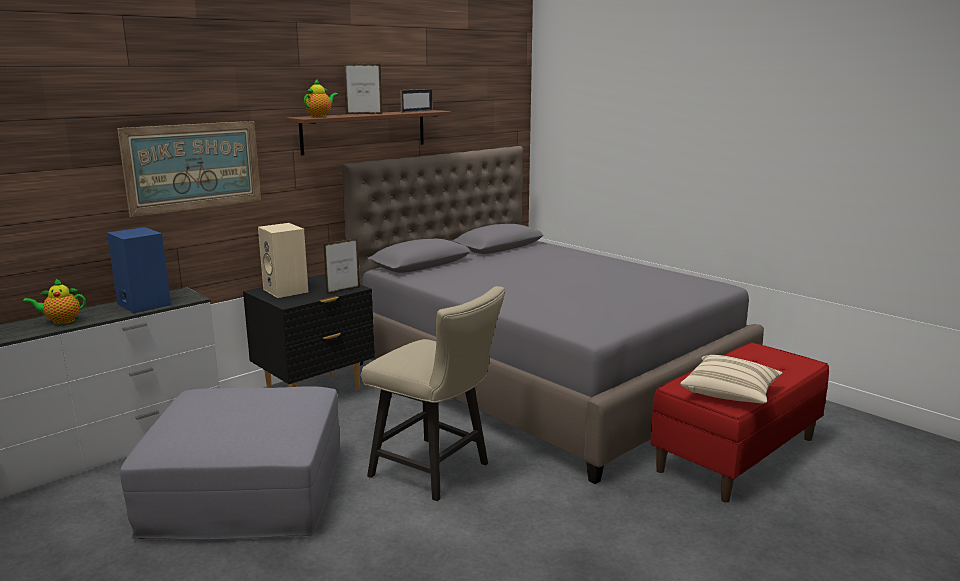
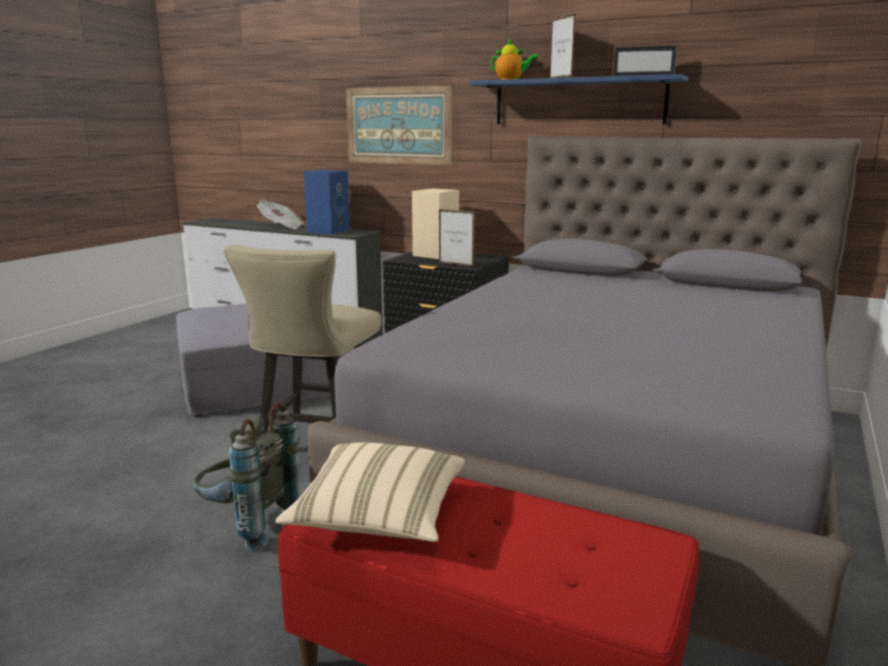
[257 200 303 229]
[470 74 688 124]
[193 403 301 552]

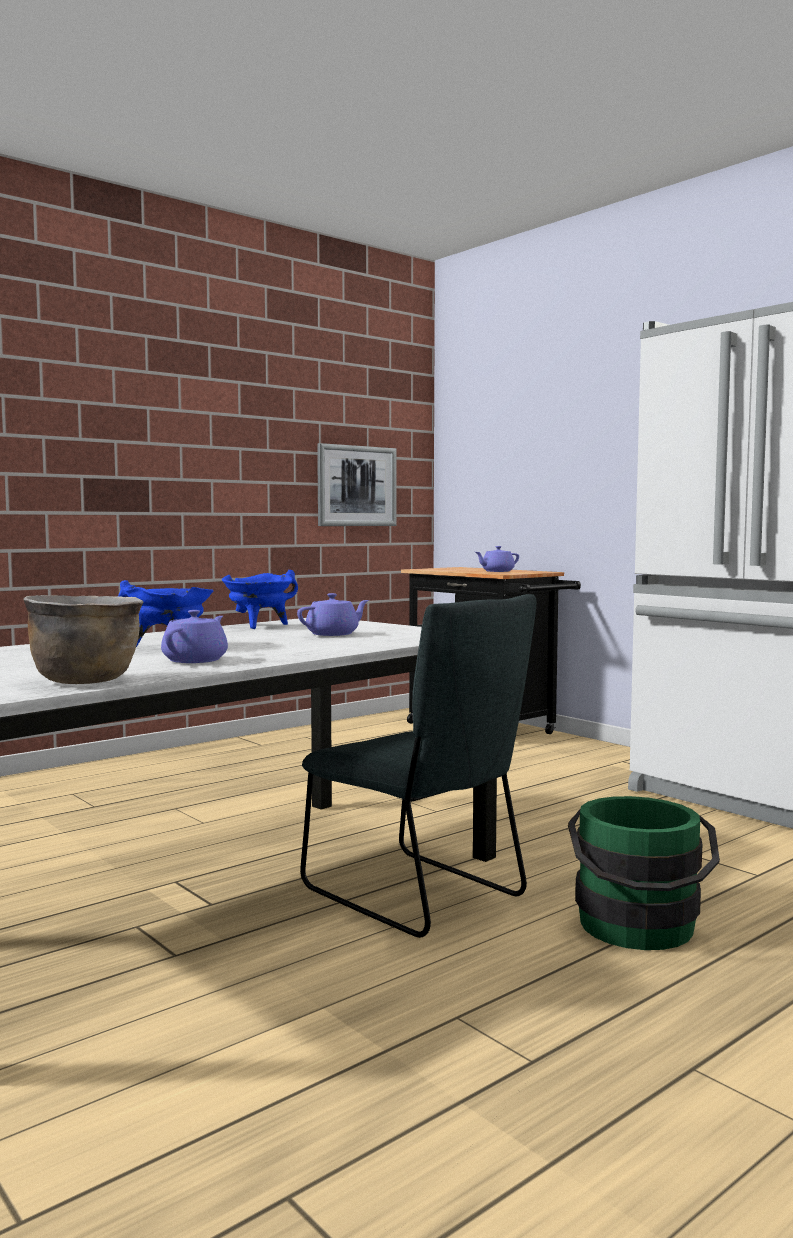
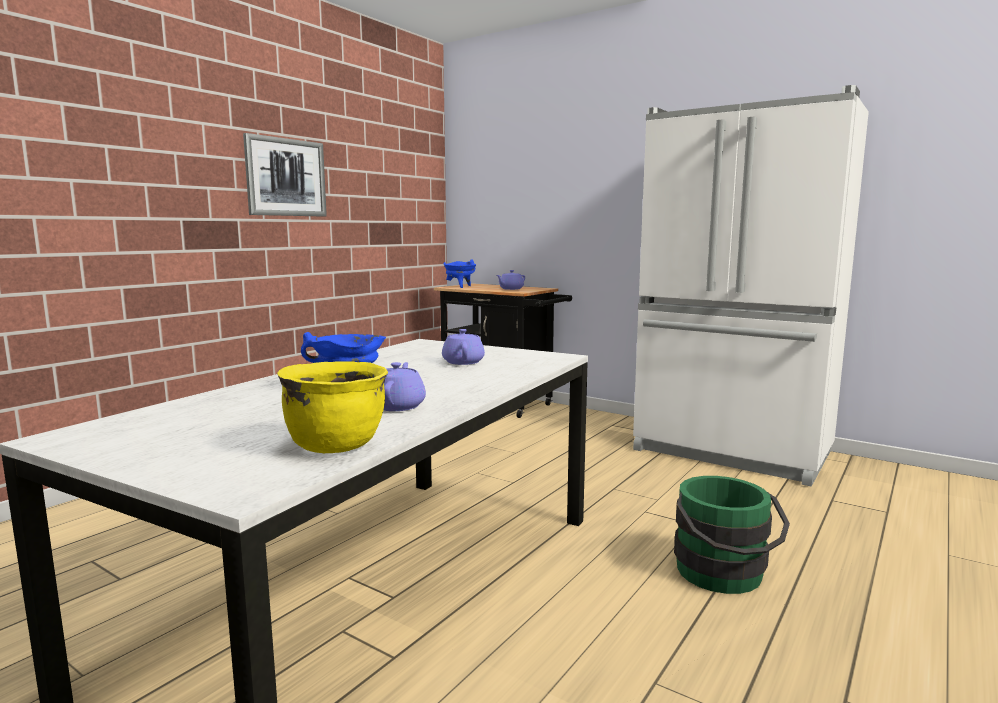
[277 361 388 453]
[443 259 476 288]
[442 329 485 365]
[300 594 536 938] (first image)
[243 133 327 216]

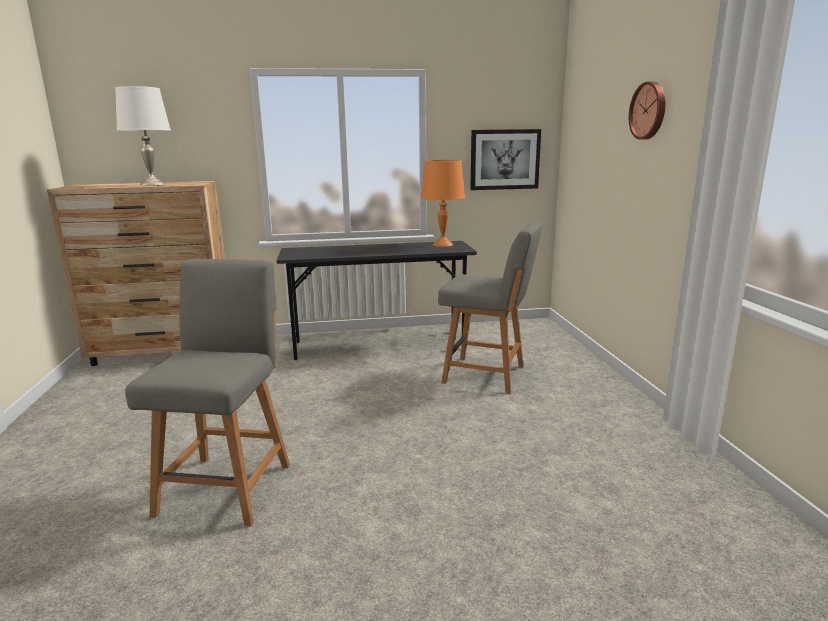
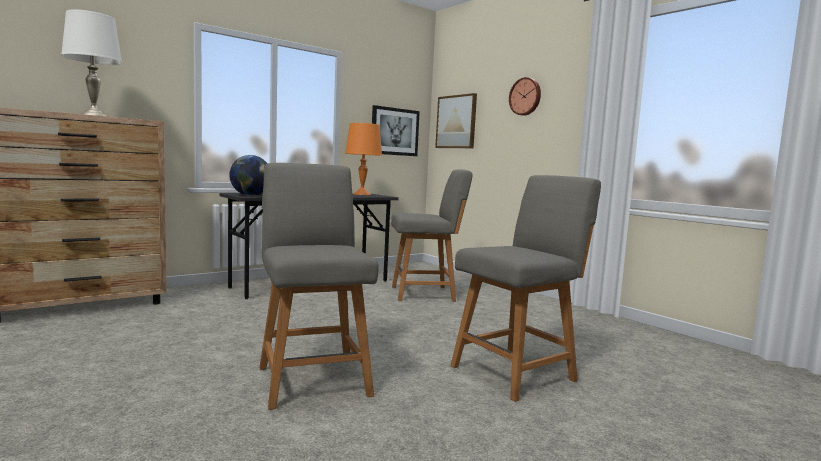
[230 155 268 196]
[435 93 477 148]
[451 175 601 402]

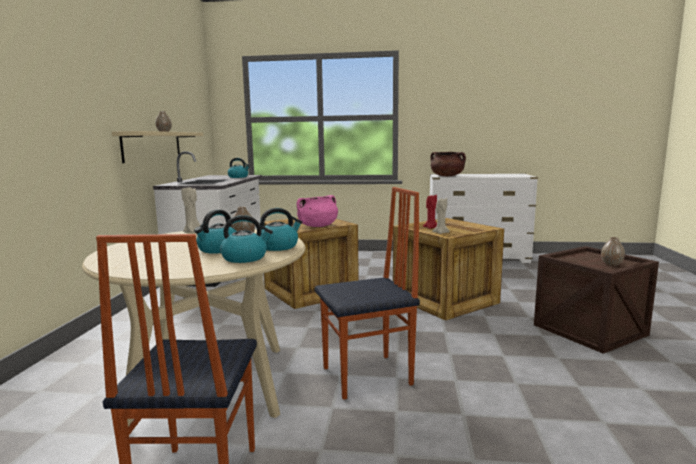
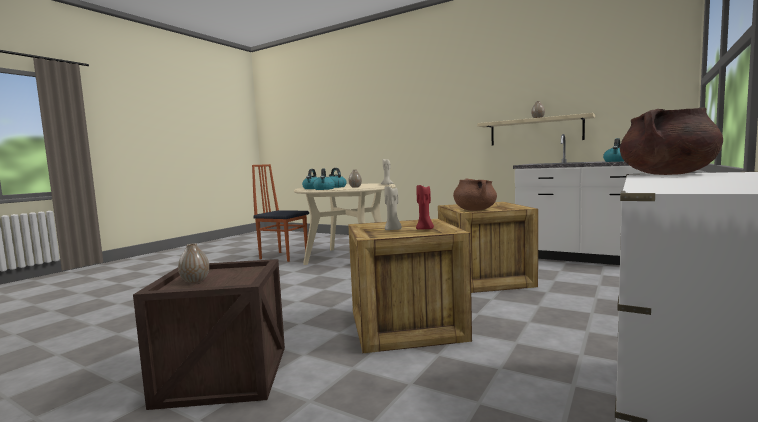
[453 178 497 211]
[315 187 420 400] (first image)

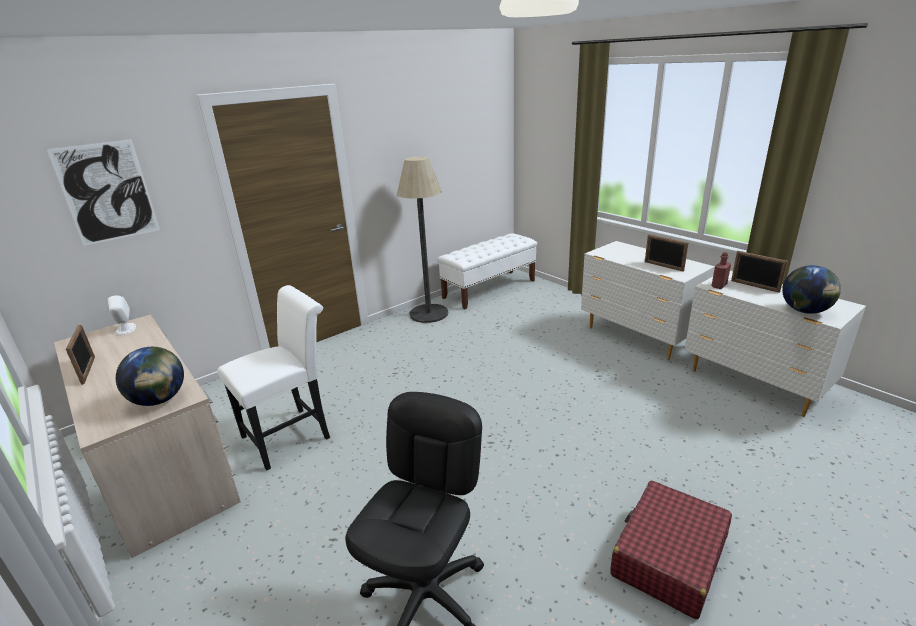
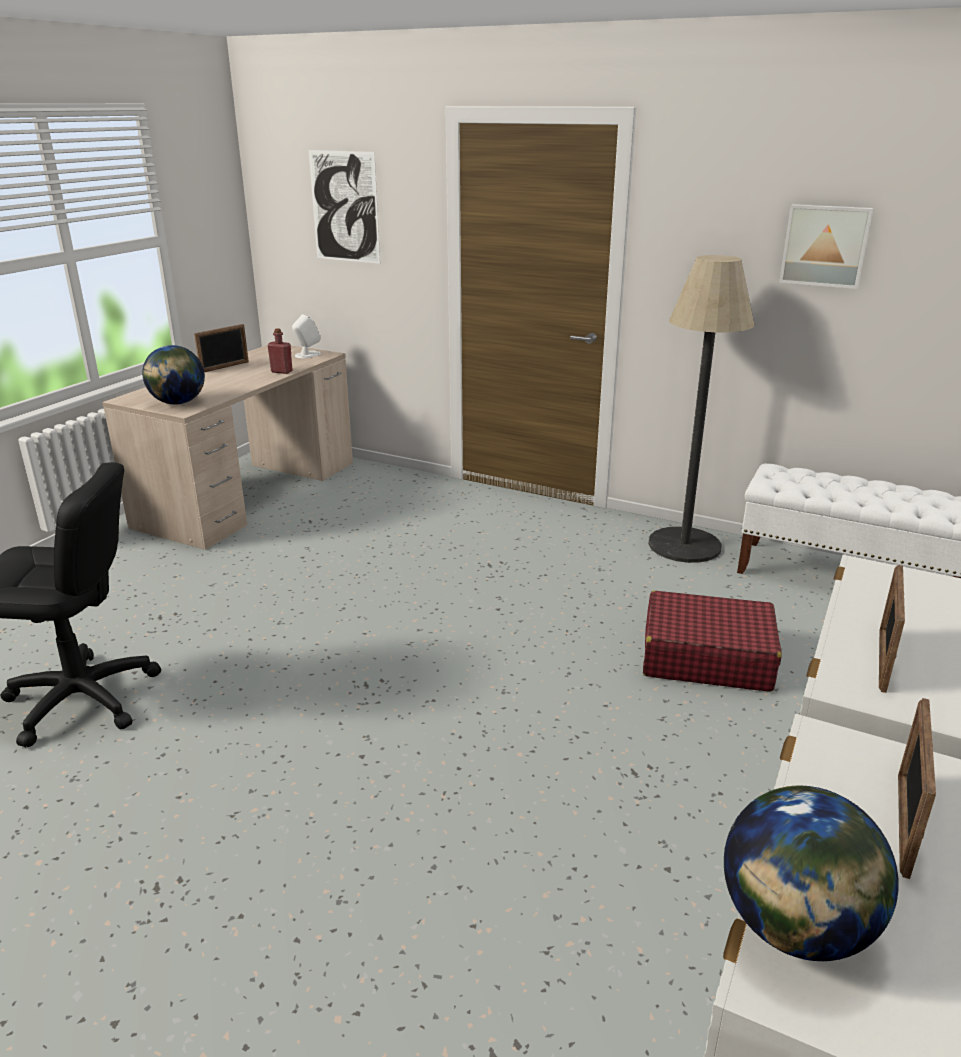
[217 285 330 471] (first image)
[643 591 782 692]
[267 328 293 374]
[779 204 873 289]

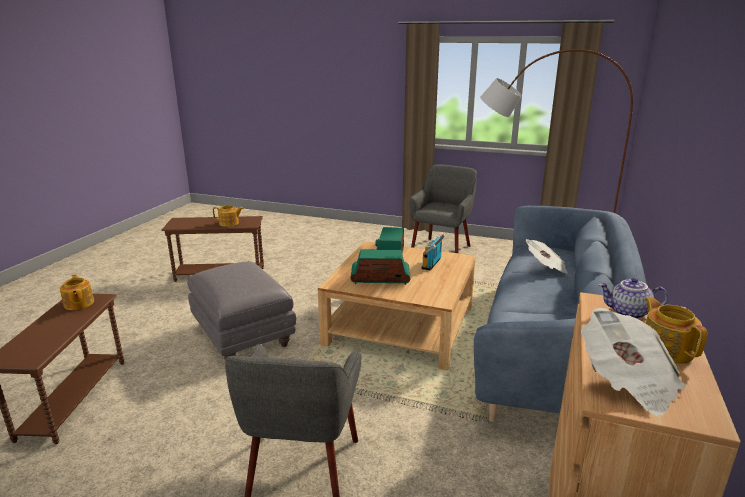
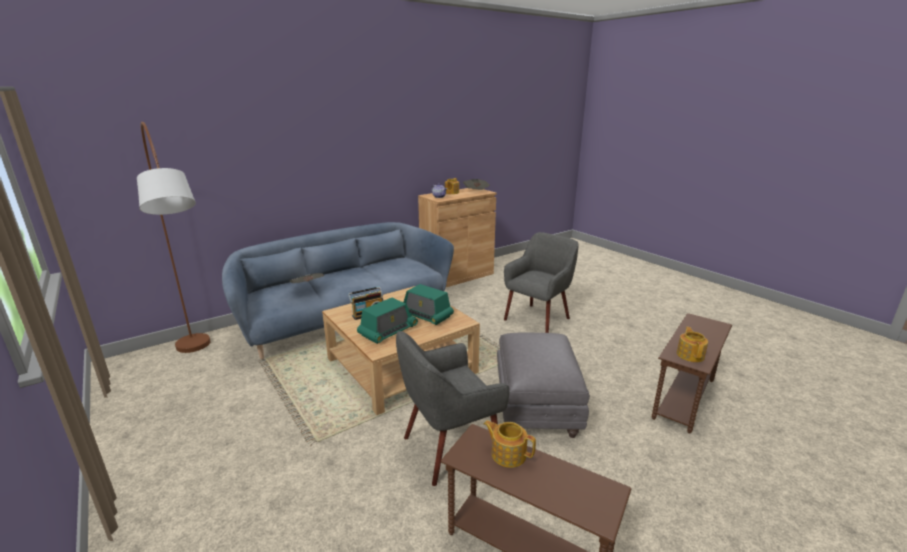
[396 331 509 486]

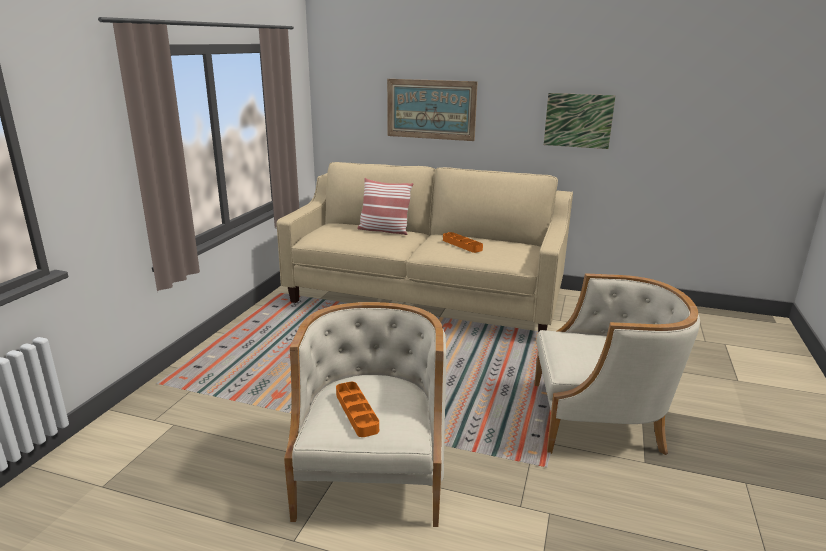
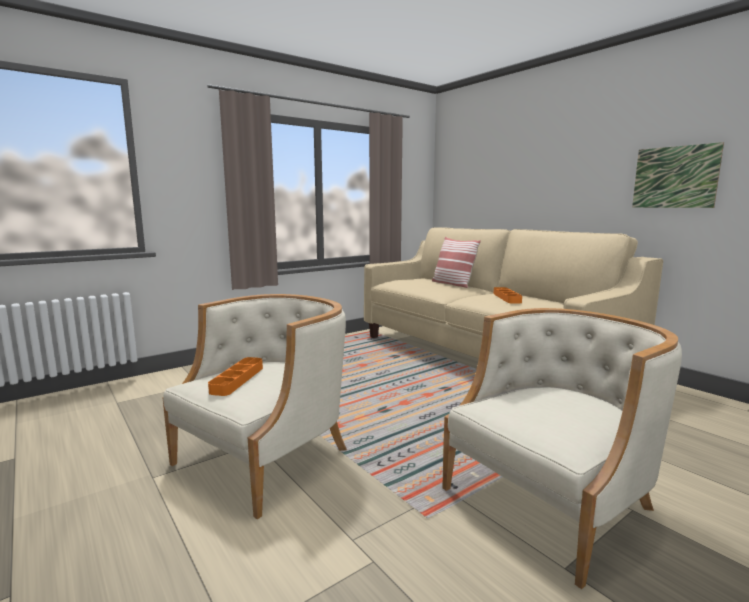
[387 79 478 141] (first image)
[442 308 682 589]

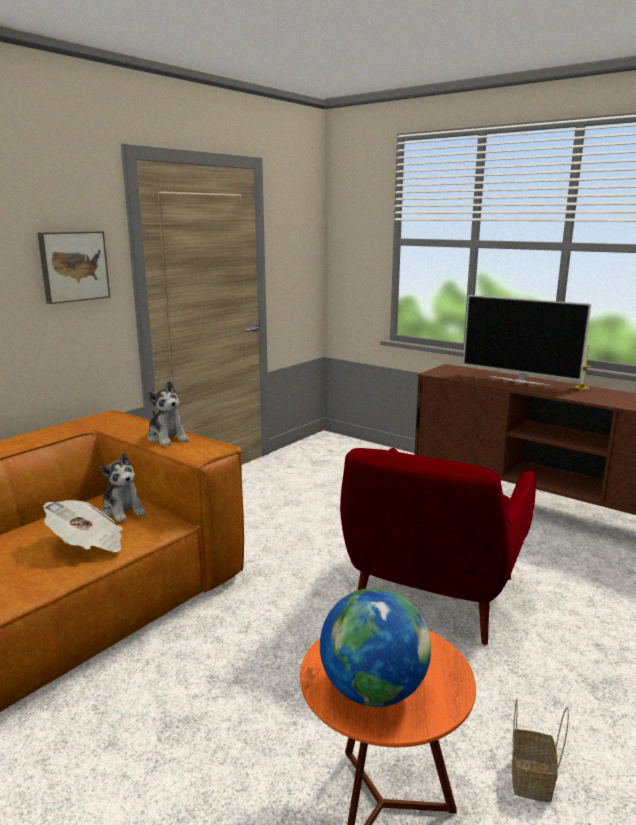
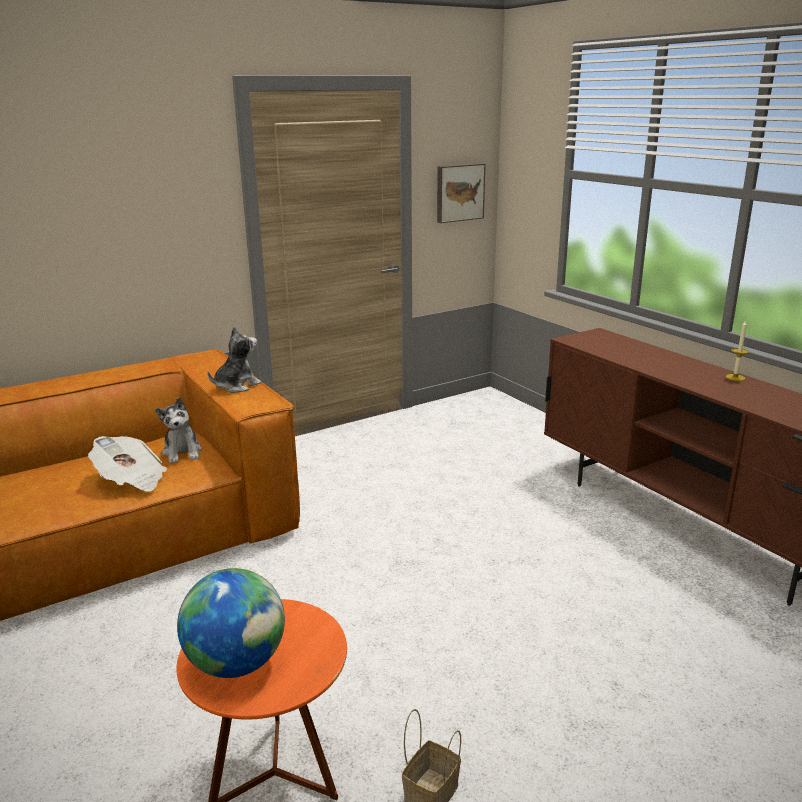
[437 163 486 223]
[208 326 261 393]
[340 448 536 645] (first image)
[463 295 591 386] (first image)

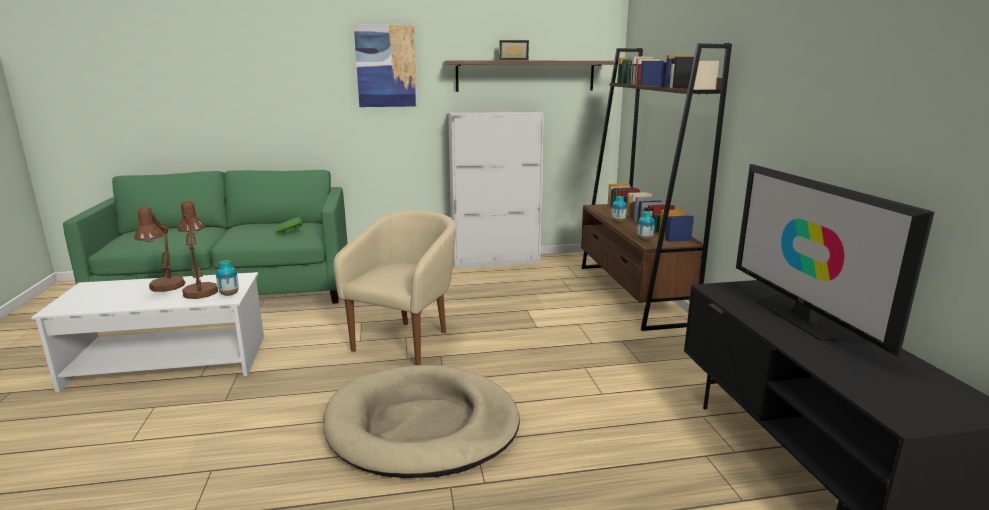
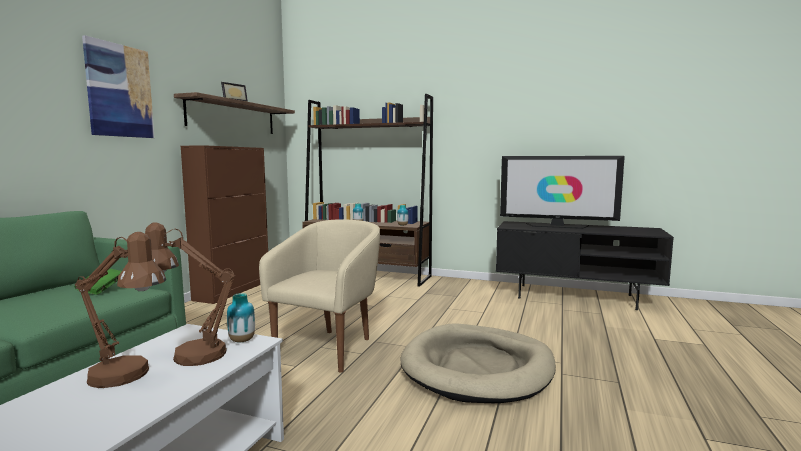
[259 219 380 373]
[181 145 268 304]

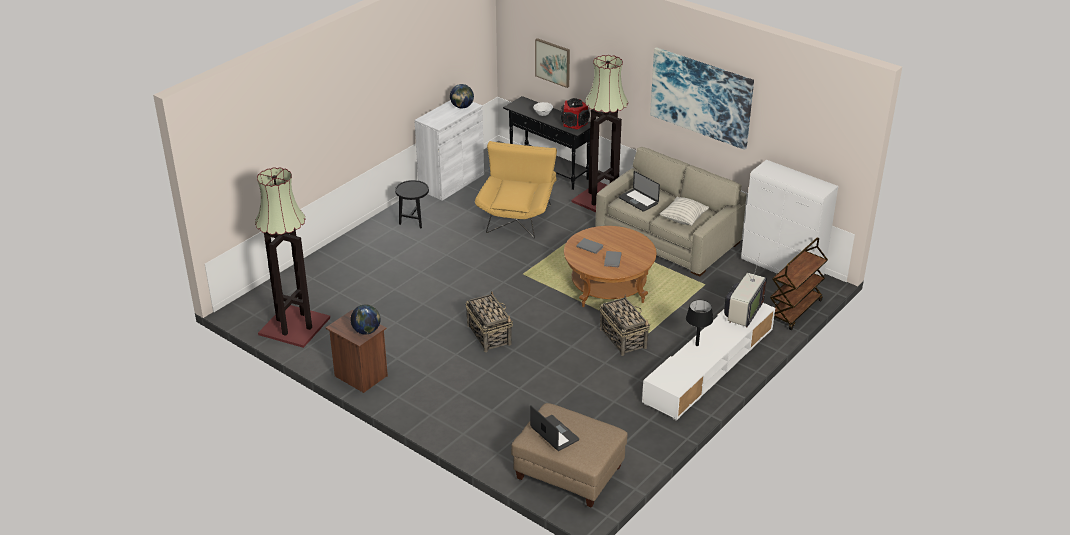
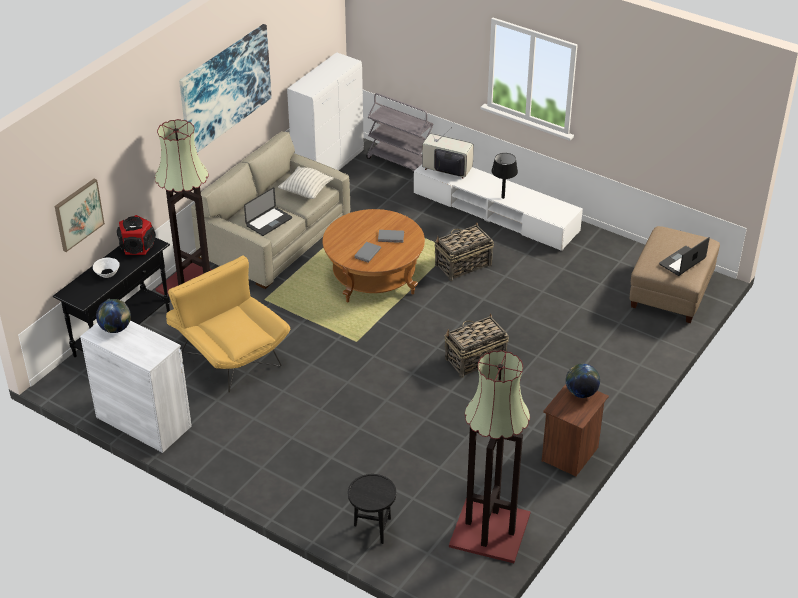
[348 474 396 544]
[166 255 290 393]
[366 93 434 172]

